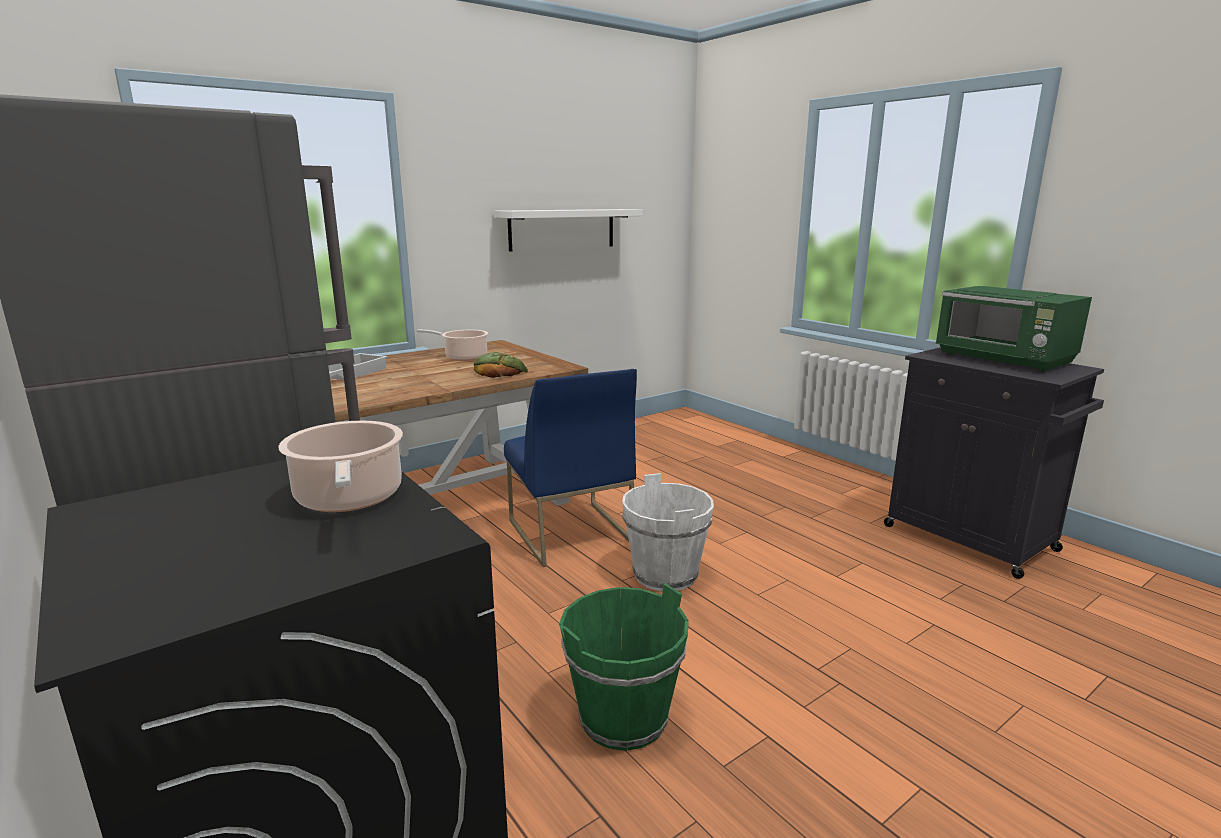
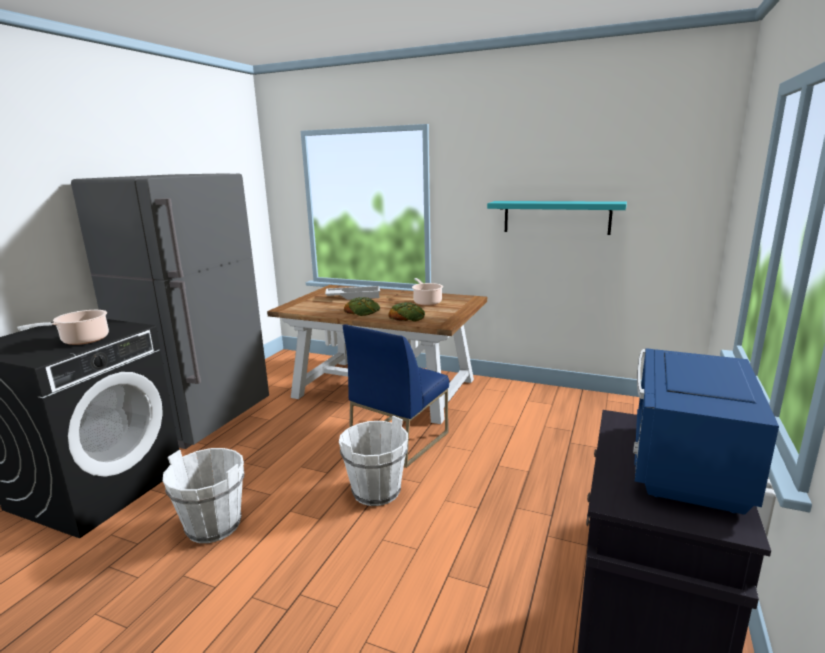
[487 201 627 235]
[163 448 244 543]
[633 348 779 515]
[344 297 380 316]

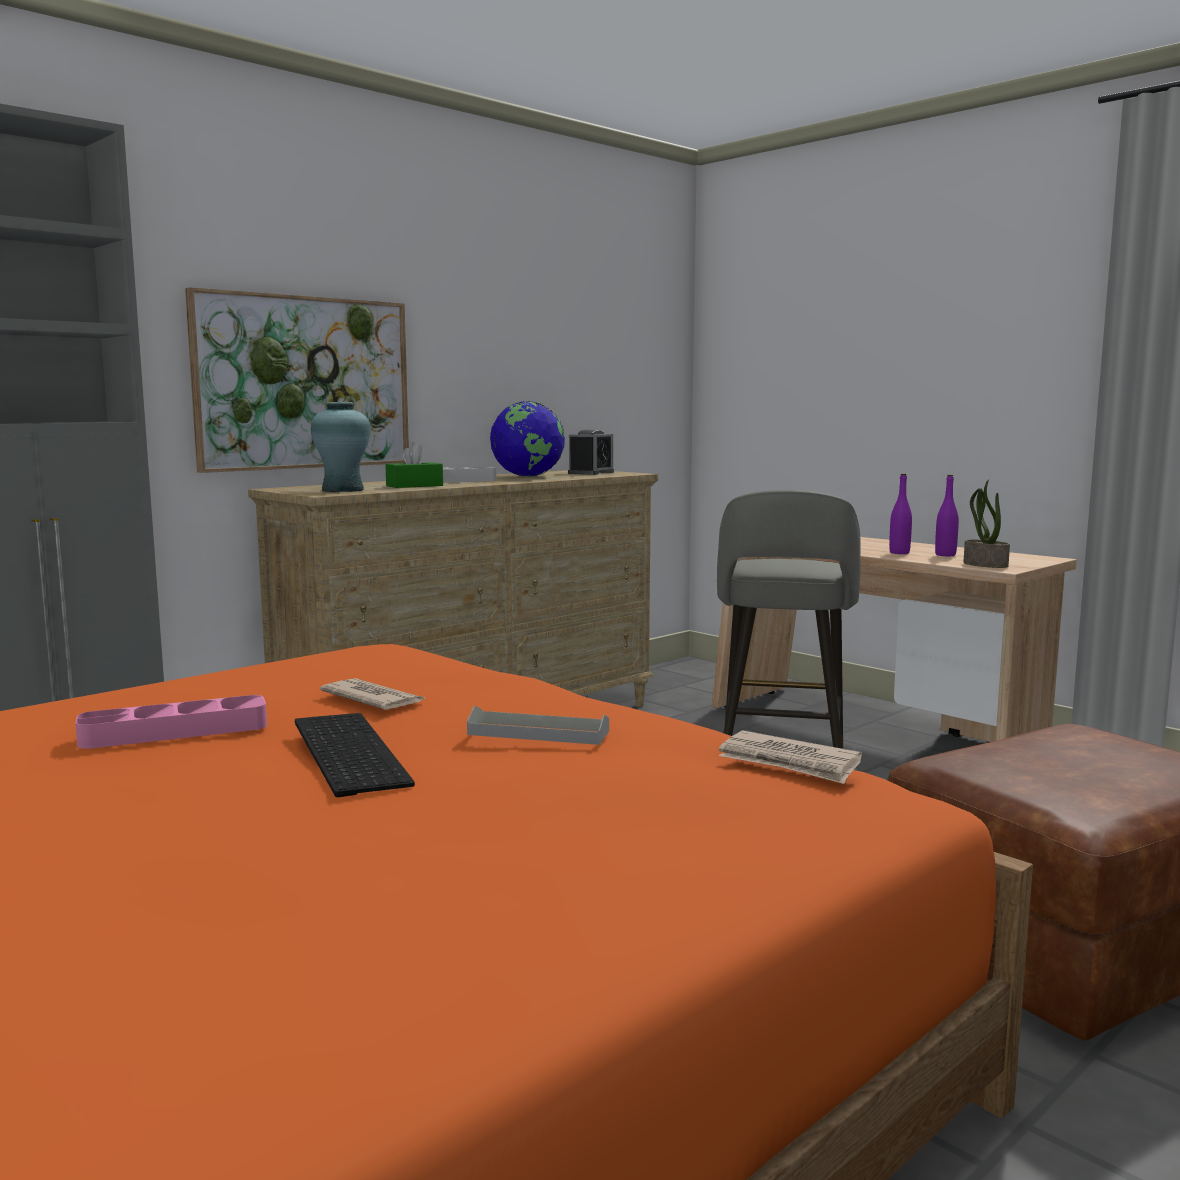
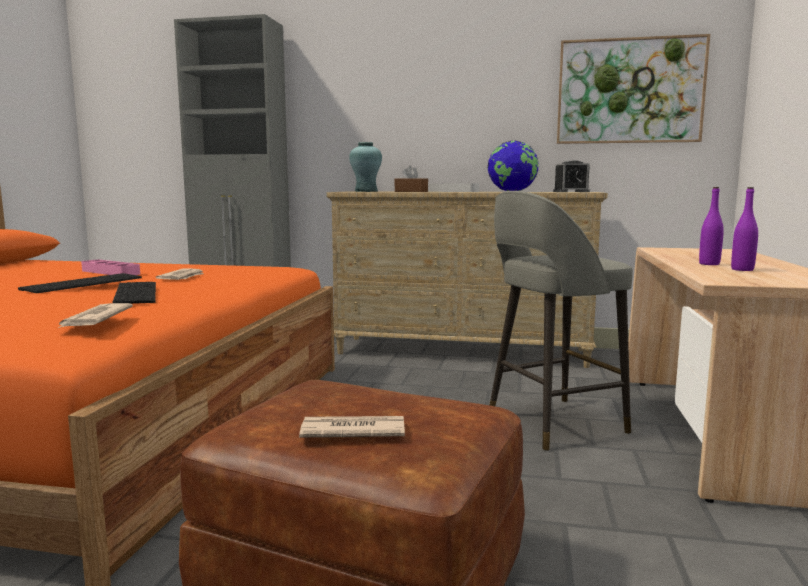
[557 34 710 144]
[395 166 428 192]
[112 282 156 304]
[963 479 1010 568] (first image)
[299 416 405 437]

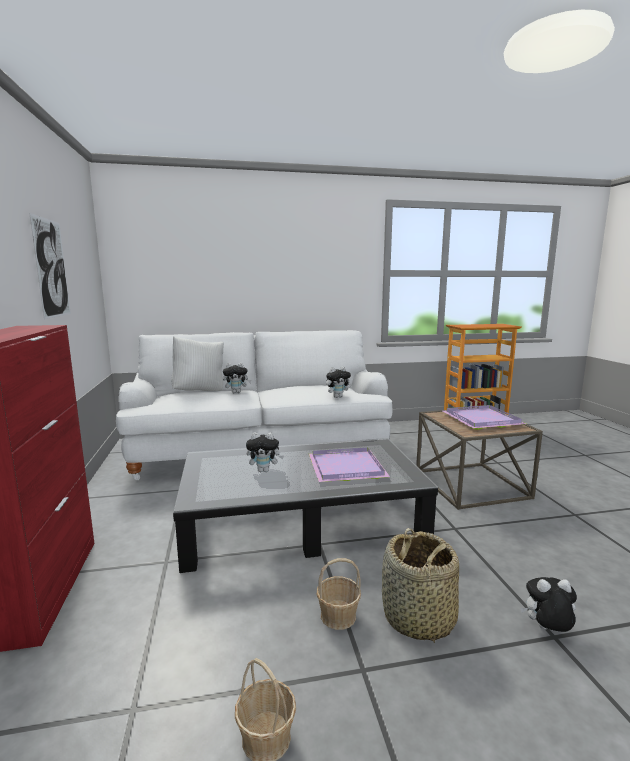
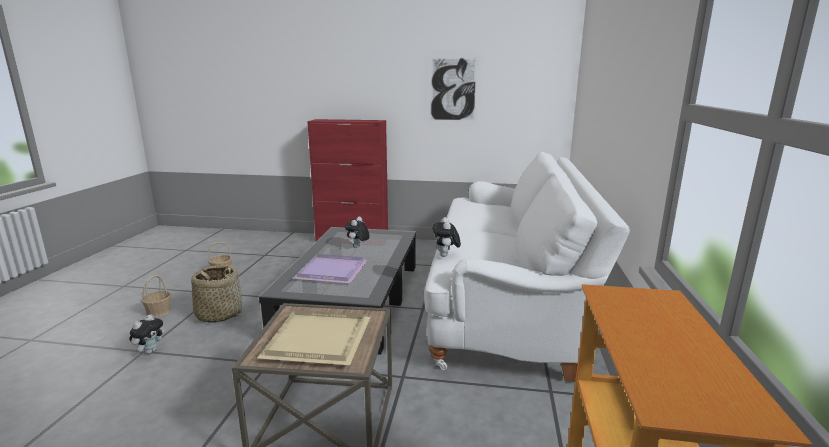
[171 336 224 391] (first image)
[223 363 251 393] (first image)
[141 275 171 318]
[257 310 371 365]

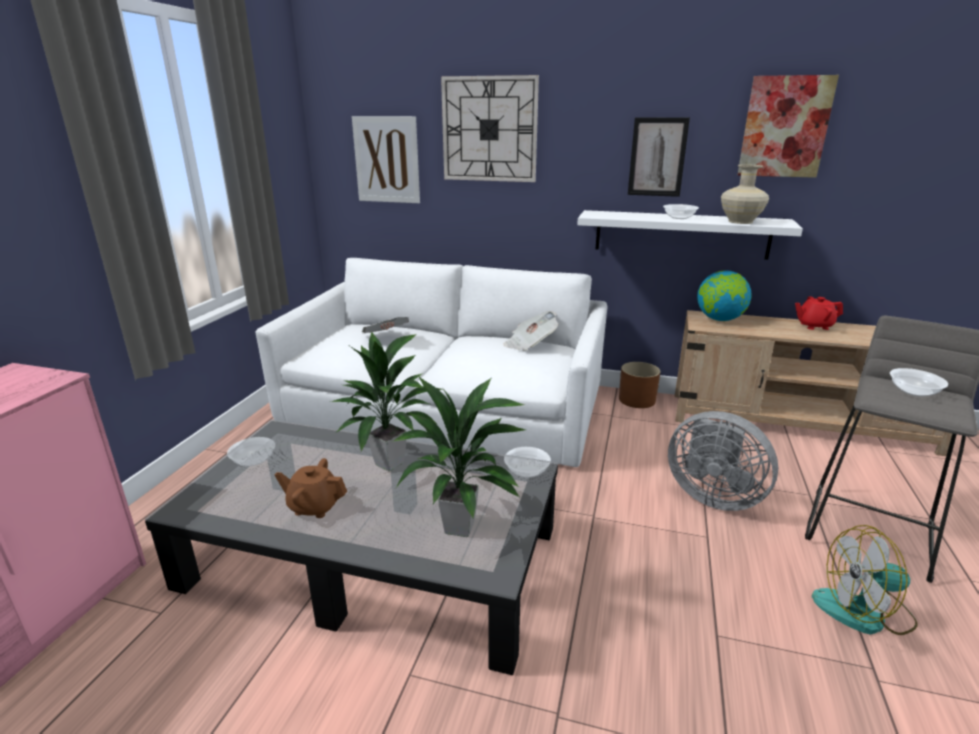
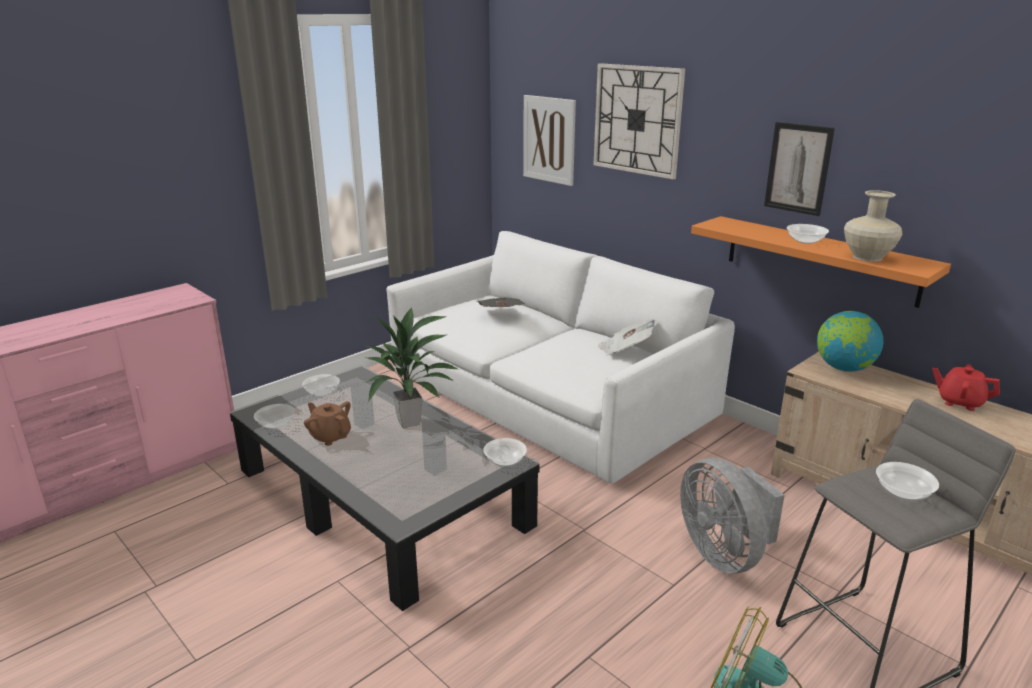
[391 376 526 537] (first image)
[691 216 951 308]
[619 362 661 408] (first image)
[738 75 839 178] (first image)
[254 404 295 429]

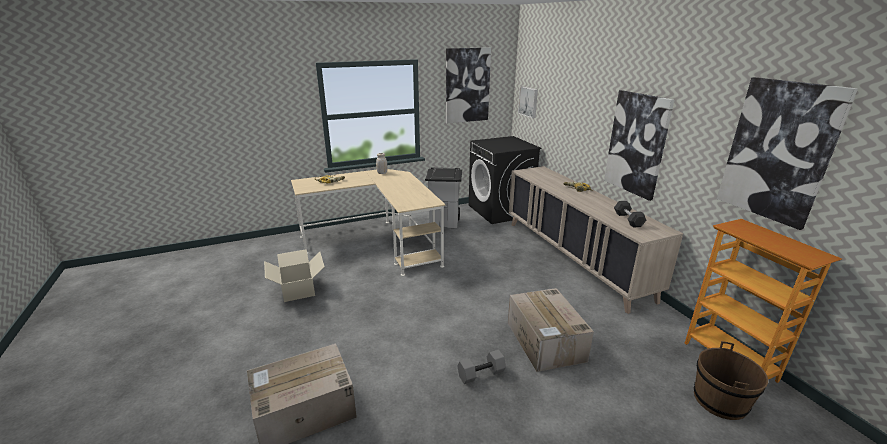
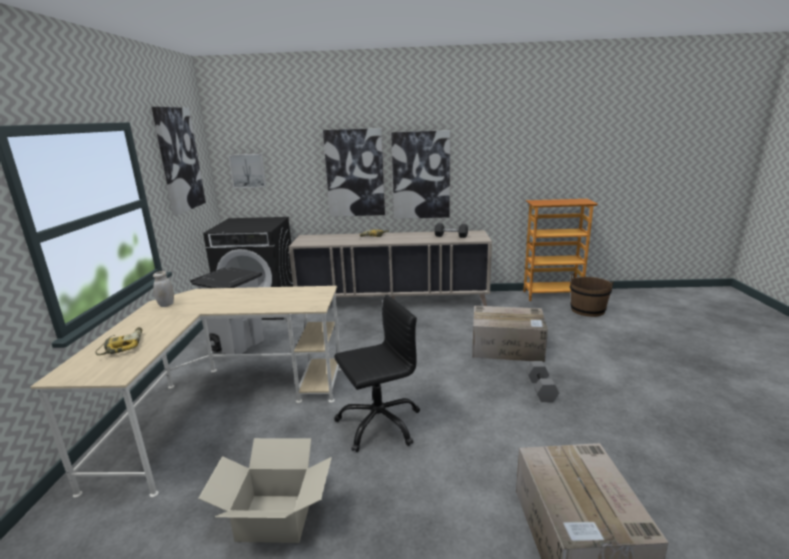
[323 128 385 217]
[334 295 420 452]

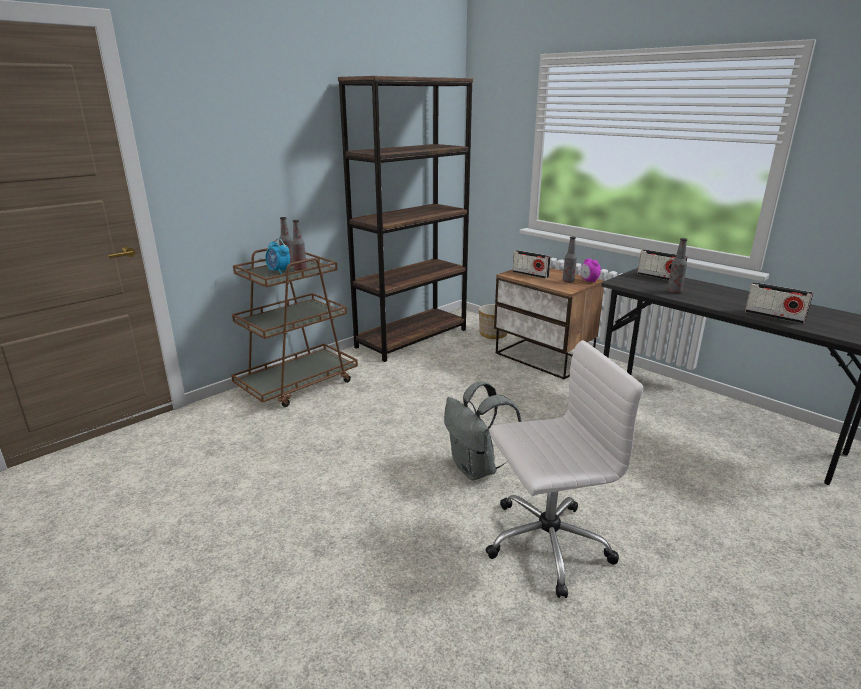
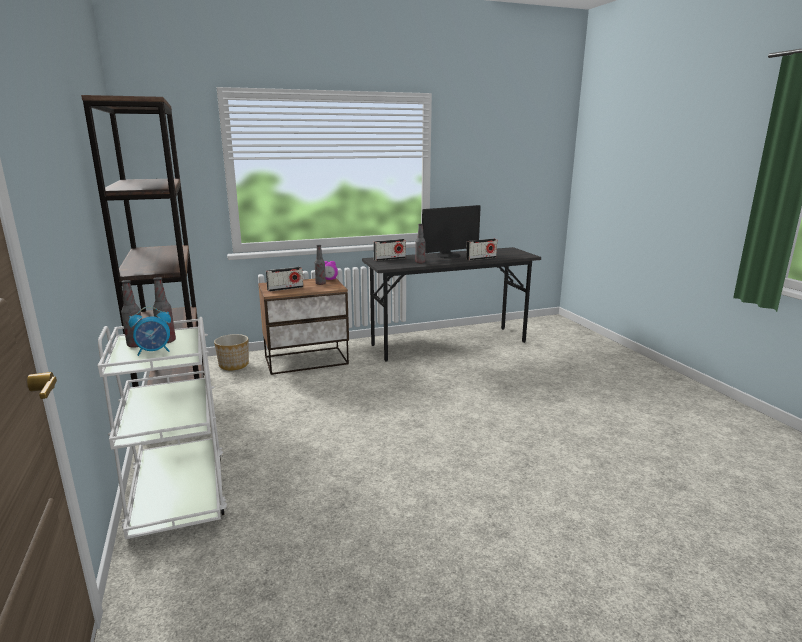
[97 317 227 539]
[444 381 522 480] (first image)
[485 340 643 598] (first image)
[422 205 481 259]

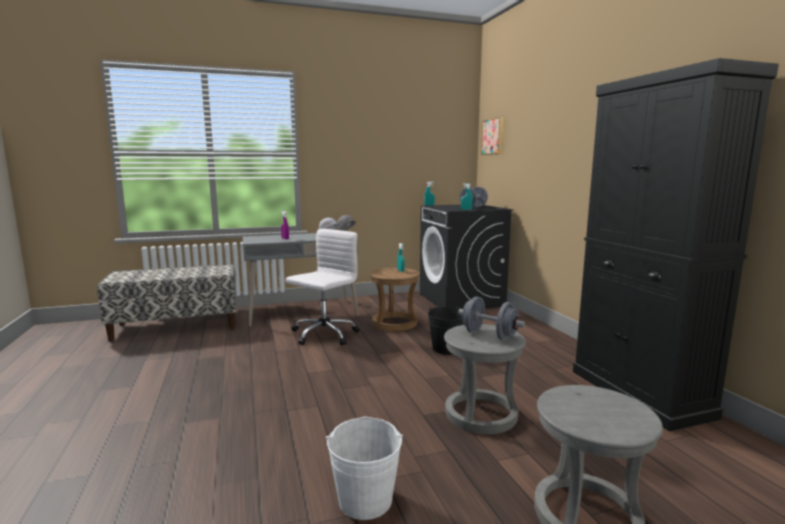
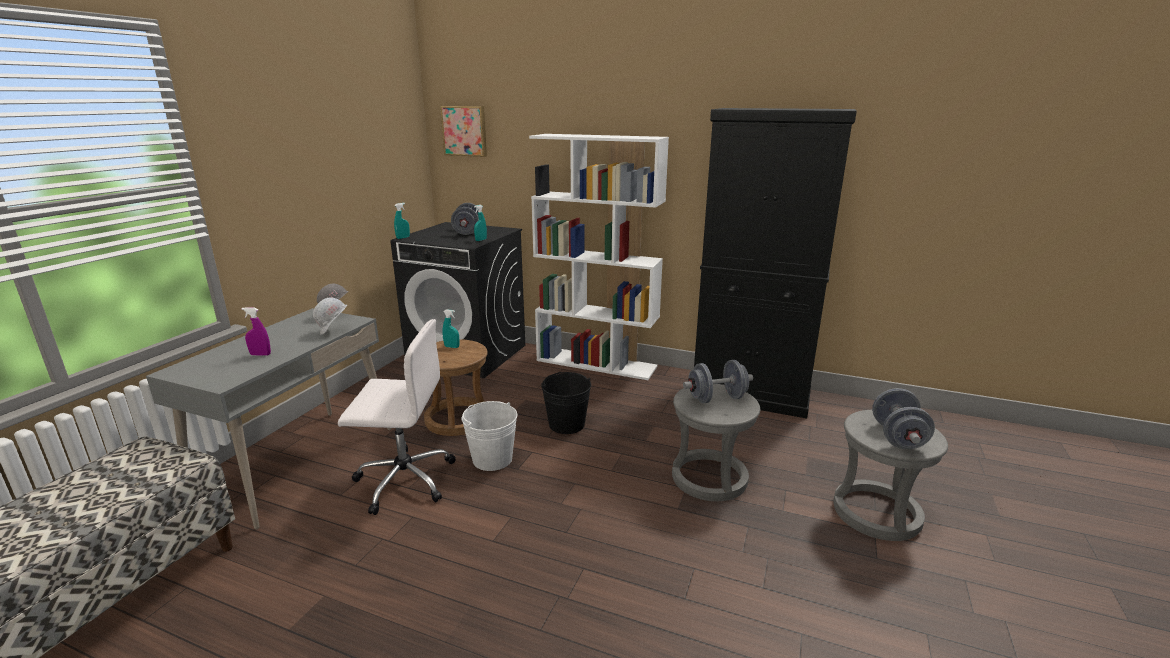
[338 319 456 515]
[462 401 518 471]
[529 134 669 380]
[872 388 935 449]

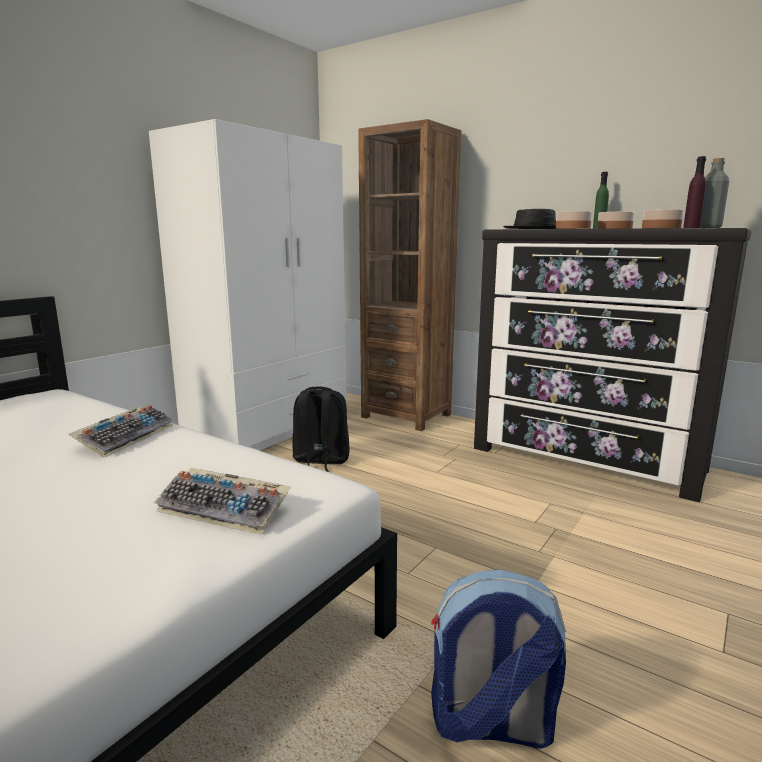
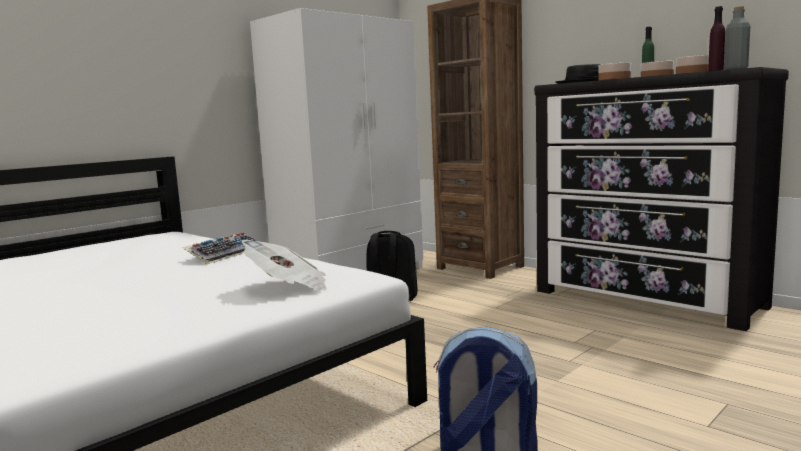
[242 240 326 290]

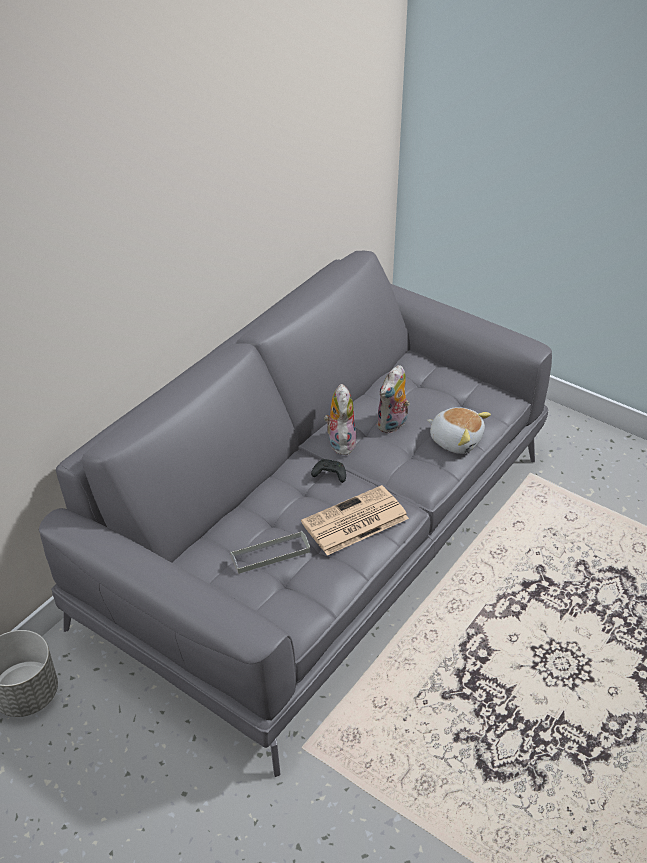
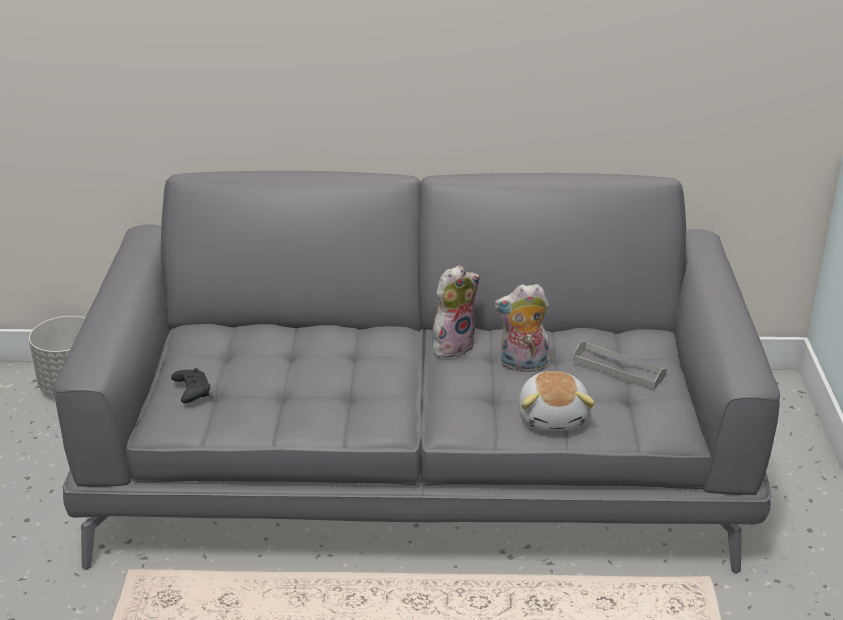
[573 342 667 389]
[301 485 409 555] (first image)
[171 368 210 403]

